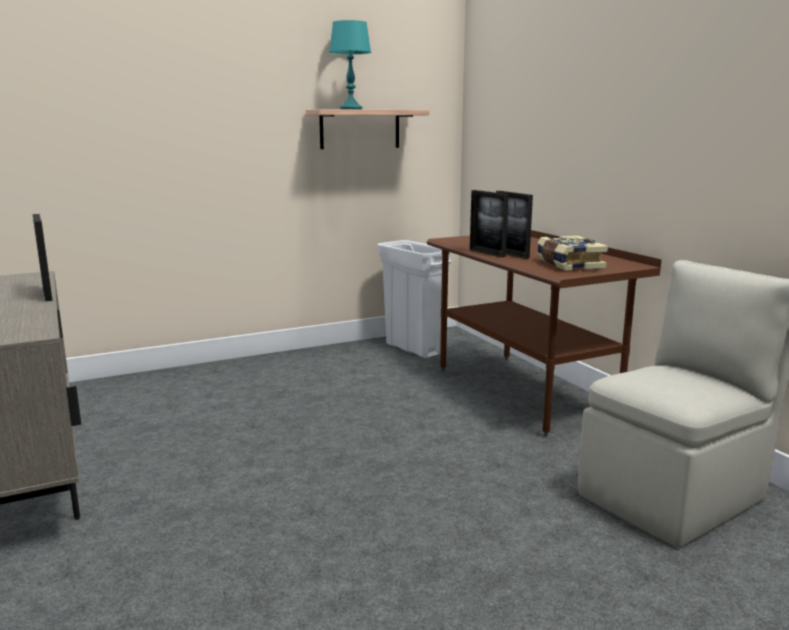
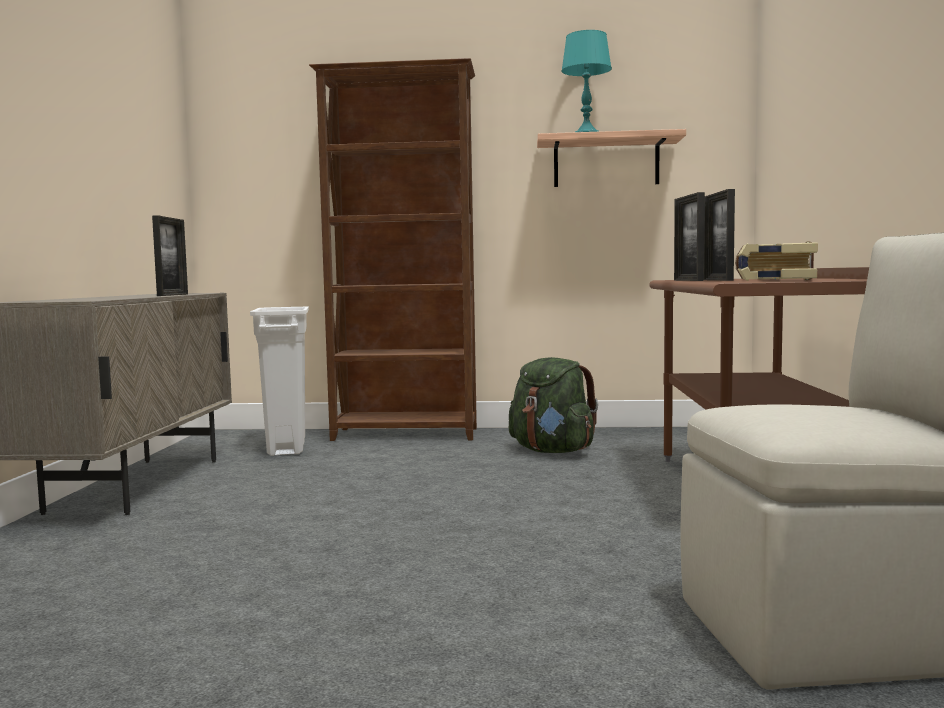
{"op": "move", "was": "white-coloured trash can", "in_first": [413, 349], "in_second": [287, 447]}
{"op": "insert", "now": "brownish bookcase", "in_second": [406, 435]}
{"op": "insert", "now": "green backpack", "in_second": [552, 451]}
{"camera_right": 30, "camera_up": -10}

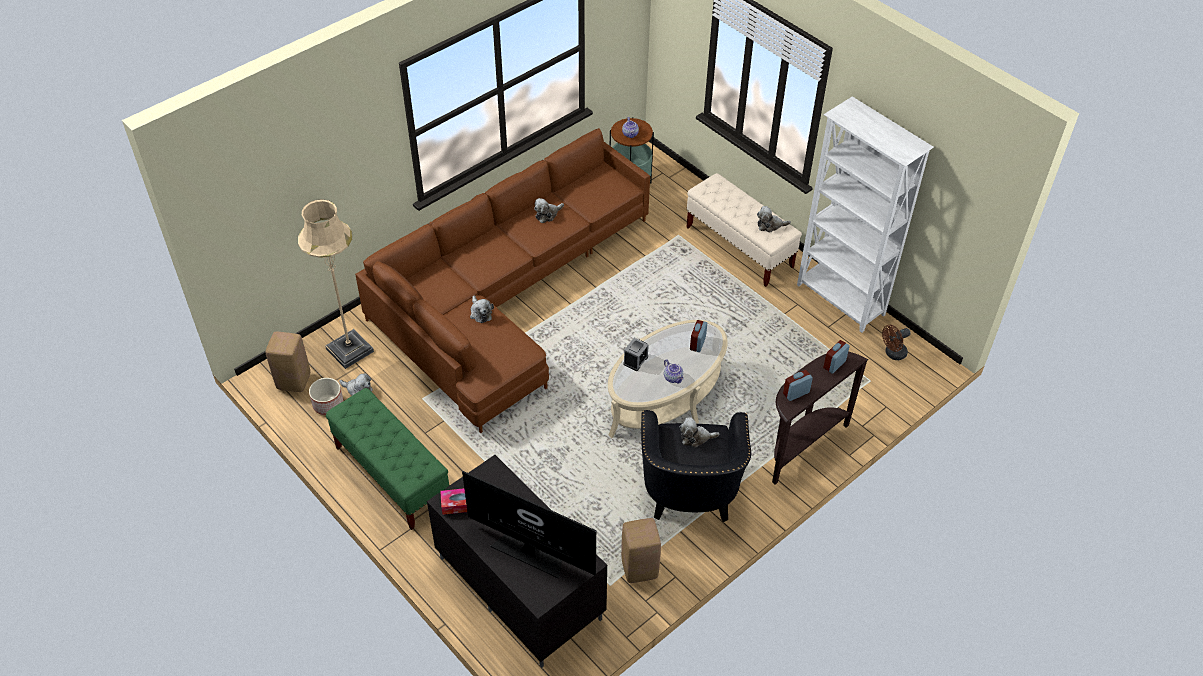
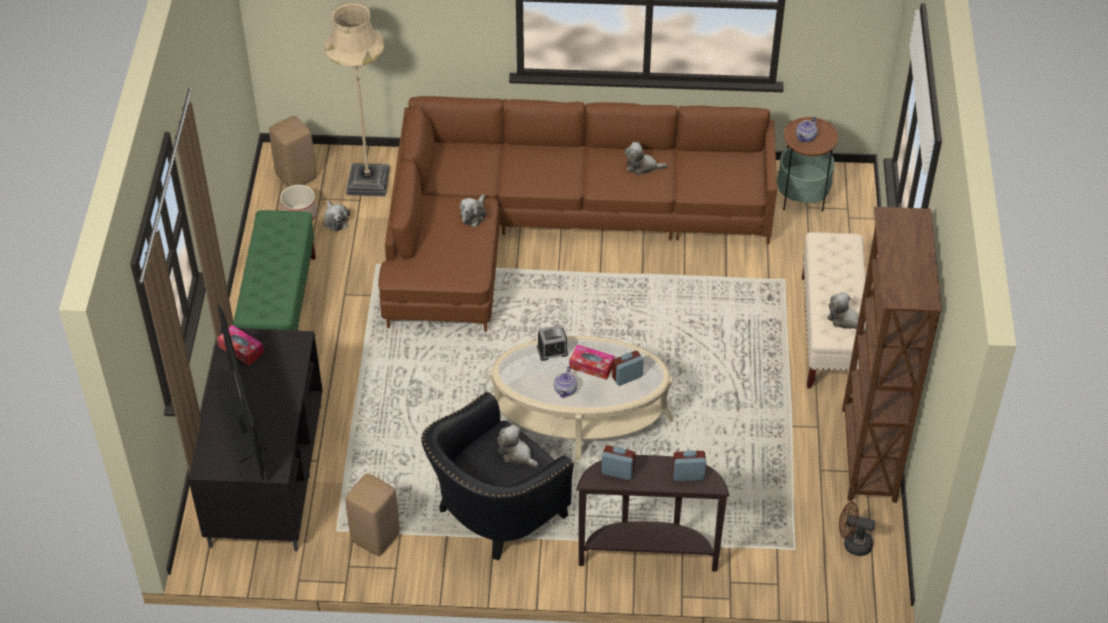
{"op": "recolor", "was": "white-coloured bookcase", "now": "brownish bookcase", "in_first": [840, 301], "in_second": [867, 455]}
{"op": "insert", "now": "tissue holder", "in_second": [591, 366]}
{"camera_right": 45, "camera_up": 0}

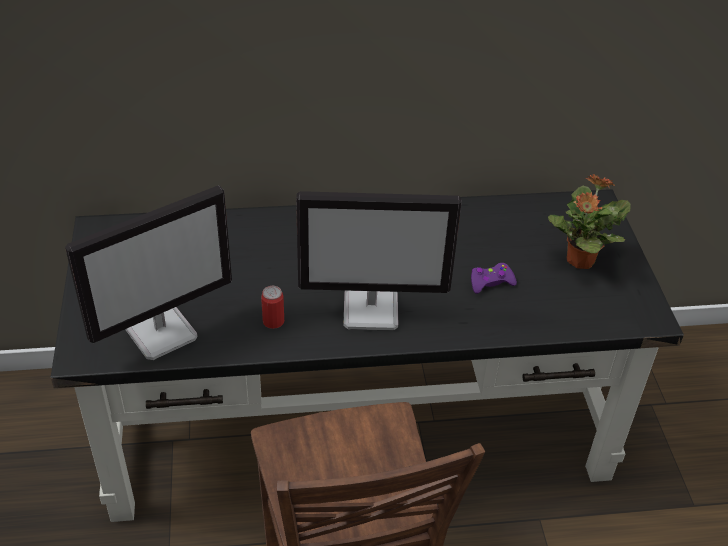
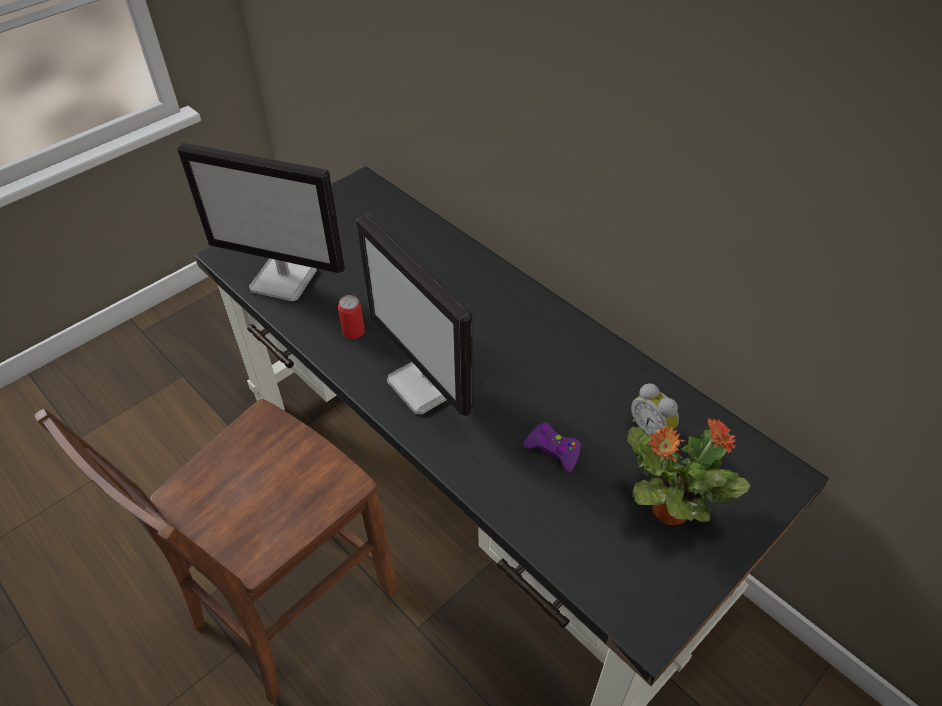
{"op": "insert", "now": "bedside clock", "in_second": [651, 429]}
{"camera_right": 55, "camera_up": 5}

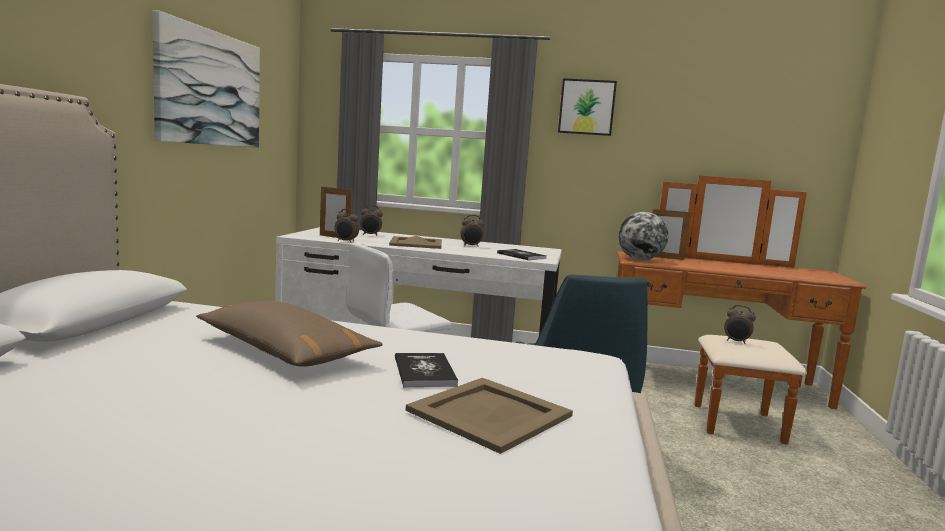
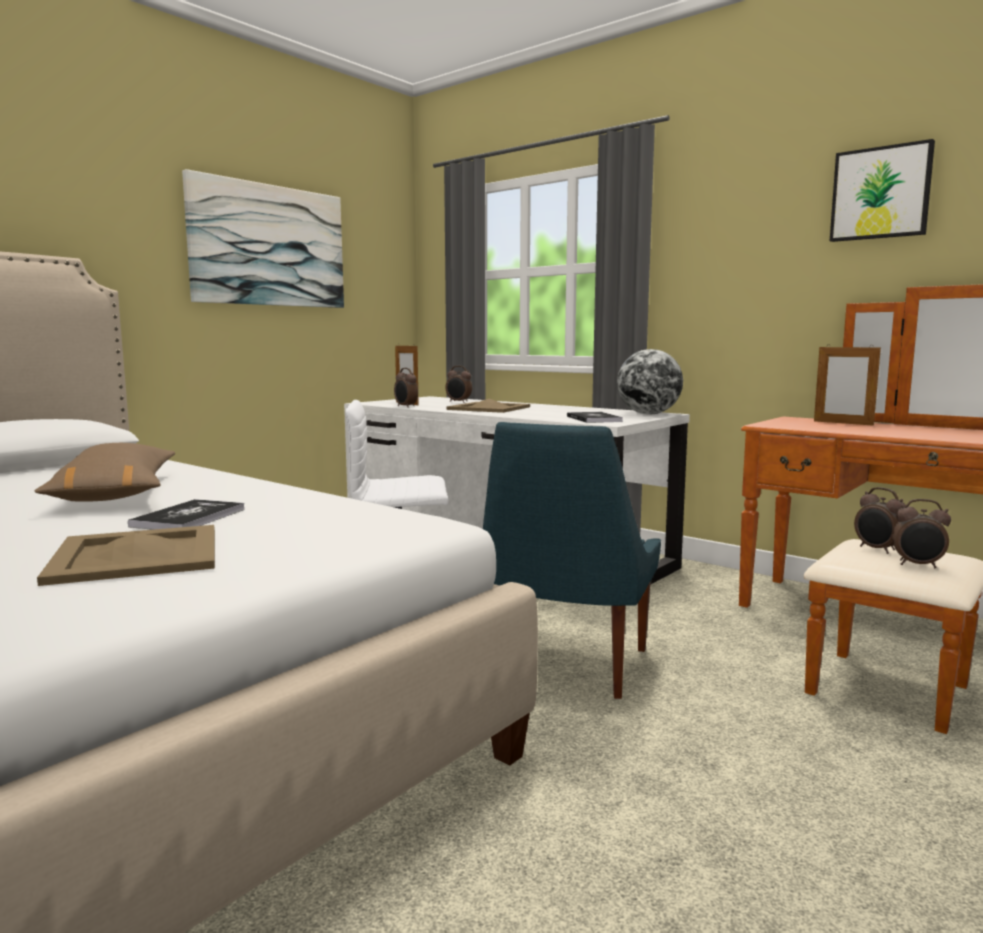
{"op": "move", "was": "bedside clock", "in_first": [471, 246], "in_second": [918, 565]}
{"op": "move", "was": "wall art", "in_first": [586, 107], "in_second": [881, 193]}
{"op": "move", "was": "globe", "in_first": [640, 259], "in_second": [648, 414]}
{"camera_right": 30, "camera_up": 0}

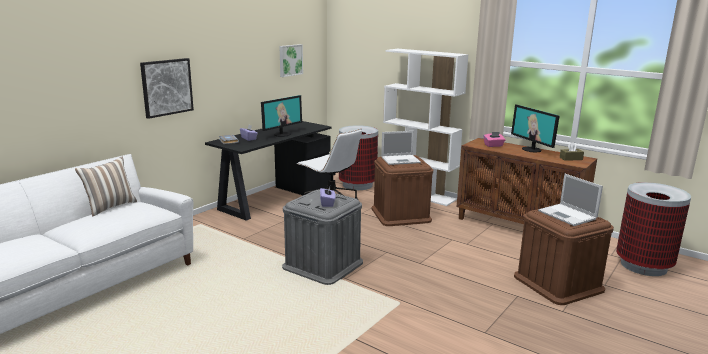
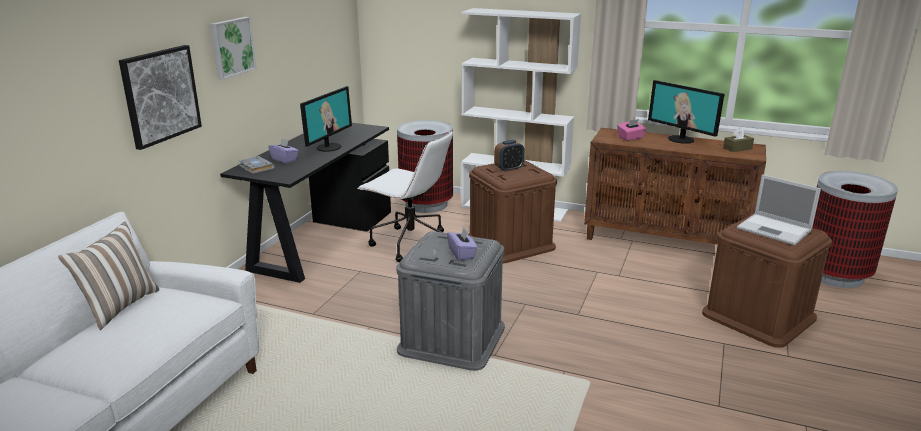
{"op": "move", "was": "wall art", "in_first": [290, 60], "in_second": [231, 47]}
{"op": "replace", "was": "notebook computer", "now": "bedside clock", "in_first": [401, 160], "in_second": [509, 169]}
{"camera_right": -15, "camera_up": 5}

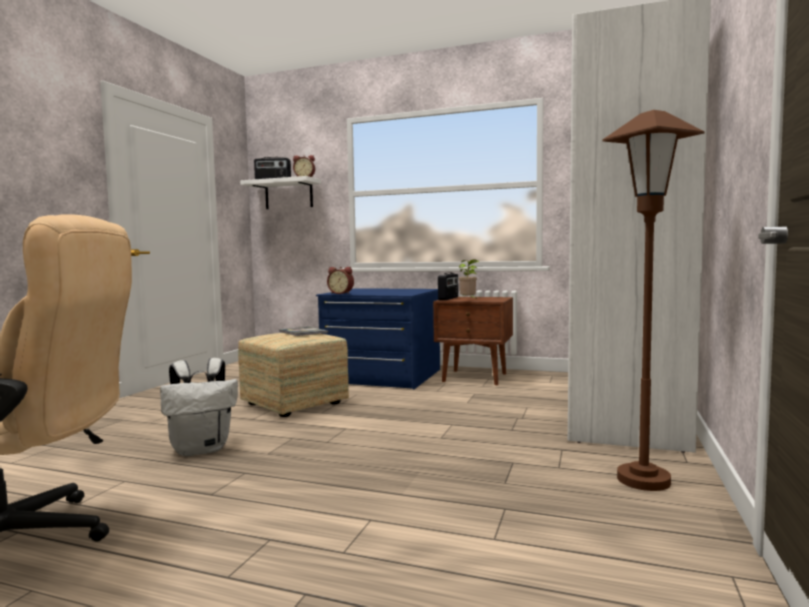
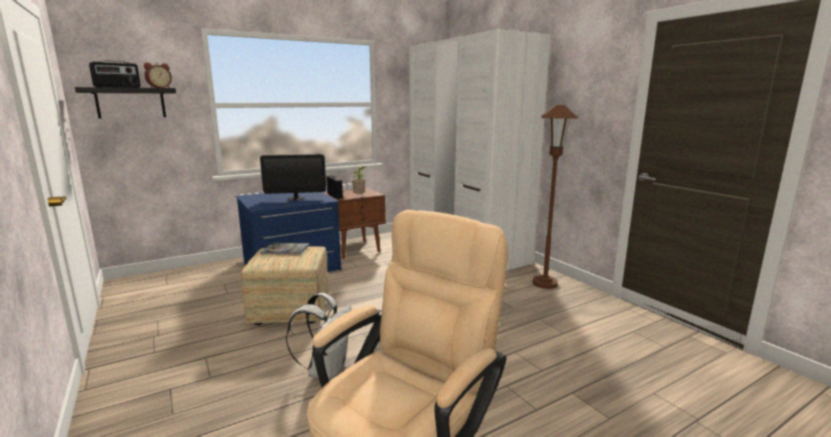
{"op": "recolor", "was": "white-coloured bracket shelf", "now": "blackish bracket shelf", "in_first": [288, 194], "in_second": [131, 103]}
{"op": "delete", "was": "bedside clock", "in_first": [341, 293]}
{"op": "insert", "now": "computer screen", "in_second": [296, 198]}
{"camera_right": -50, "camera_up": 10}

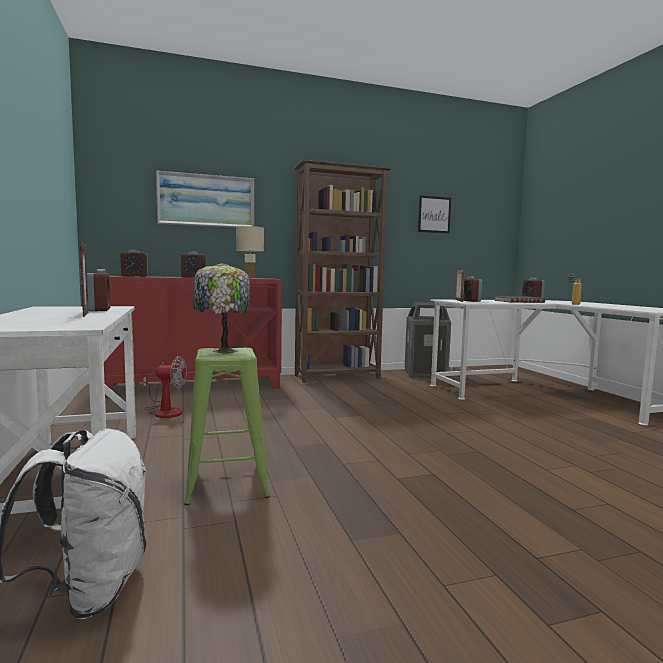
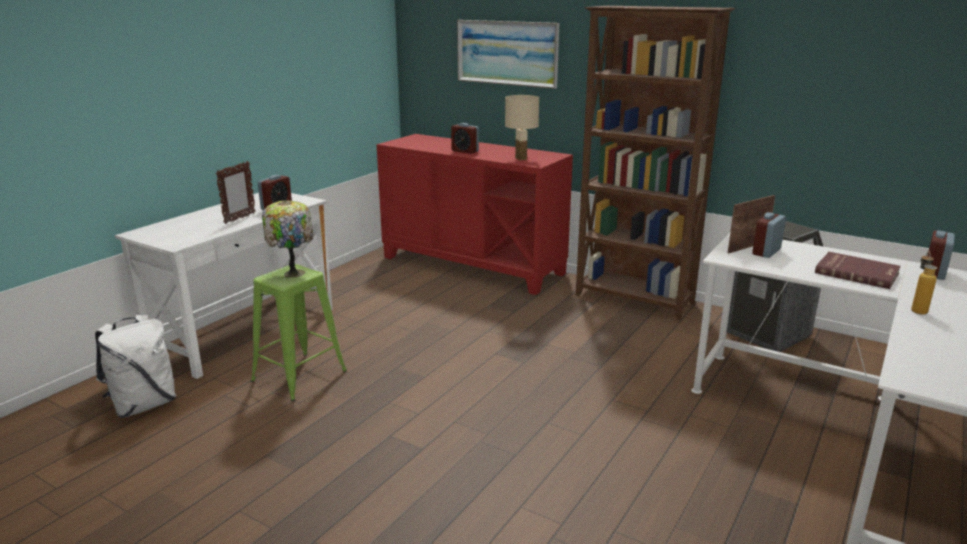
{"op": "delete", "was": "bedside clock", "in_first": [134, 276]}
{"op": "delete", "was": "cooling fan", "in_first": [164, 411]}
{"op": "delete", "was": "wall art", "in_first": [434, 214]}
{"camera_right": 50, "camera_up": 15}

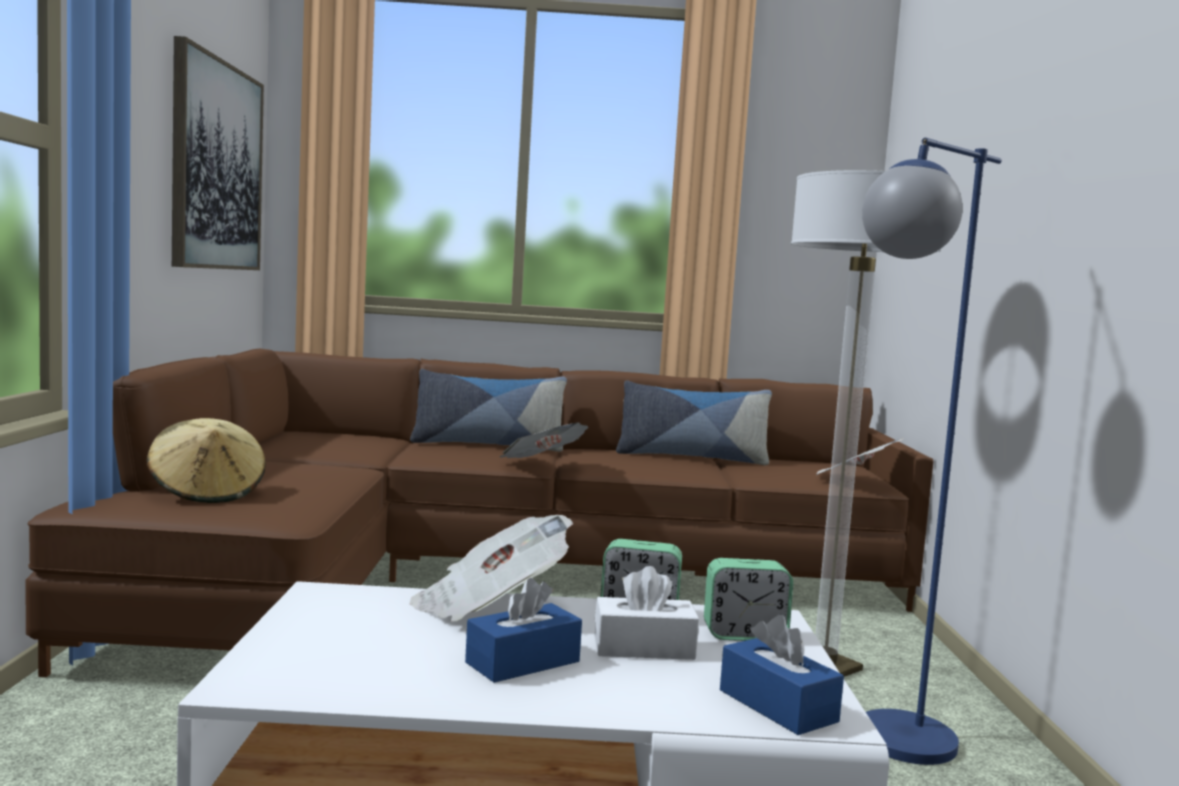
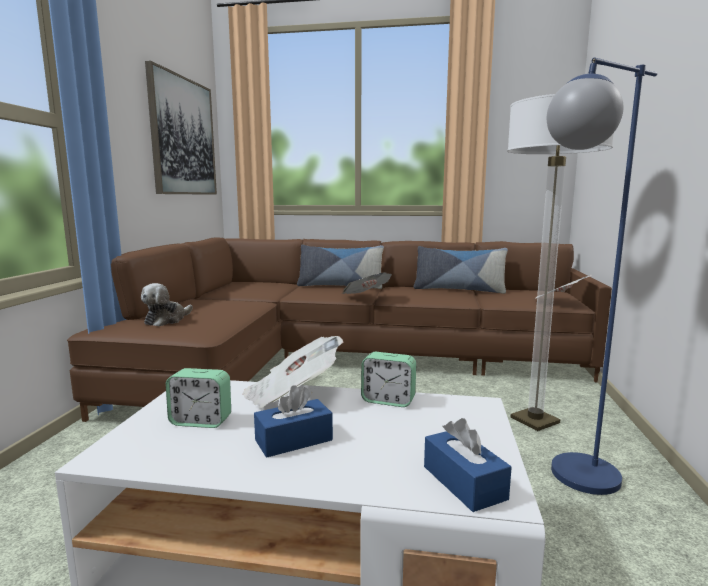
{"op": "replace", "was": "sand-coloured hat", "now": "cuddly toy", "in_first": [207, 493], "in_second": [167, 320]}
{"op": "delete", "was": "white-coloured tissue holder", "in_first": [644, 648]}
{"op": "move", "was": "bedside clock", "in_first": [744, 635], "in_second": [201, 421]}
{"camera_right": 10, "camera_up": 5}

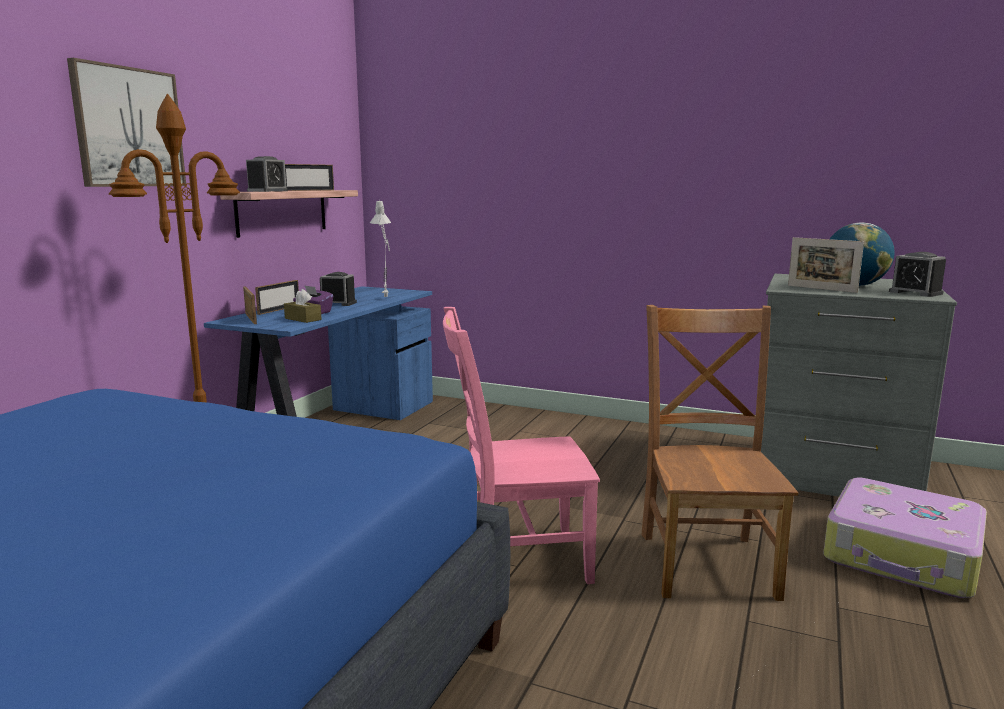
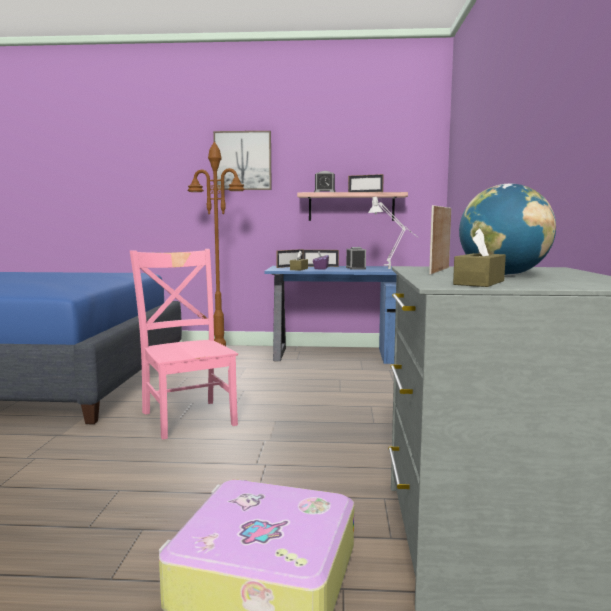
{"op": "delete", "was": "brownish plain chair", "in_first": [706, 561]}
{"op": "replace", "was": "bedside clock", "now": "brownish tissue holder", "in_first": [915, 293], "in_second": [479, 282]}
{"camera_right": 70, "camera_up": -5}

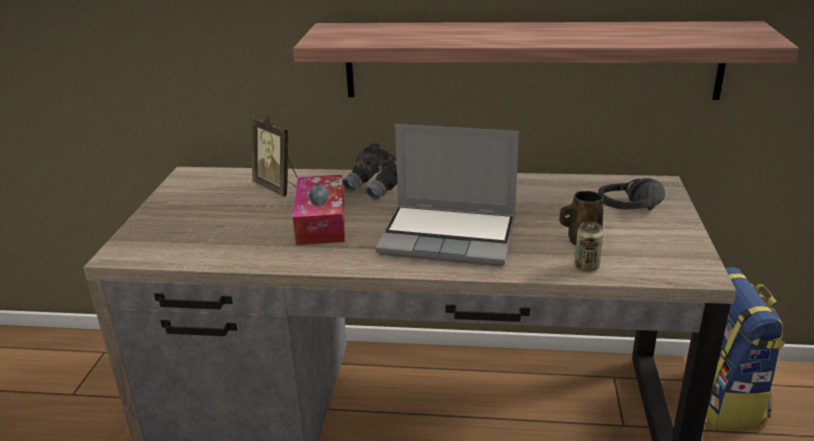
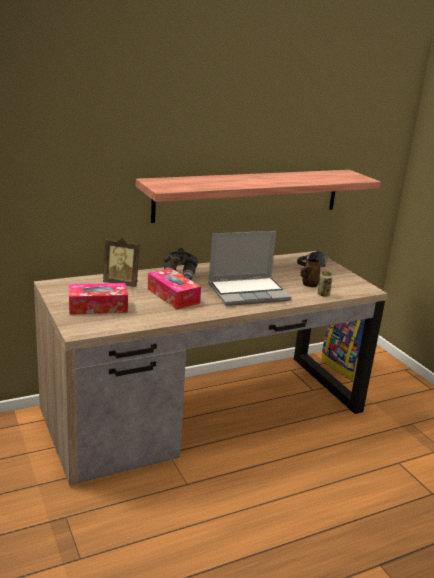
{"op": "insert", "now": "tissue holder", "in_second": [98, 307]}
{"camera_right": -35, "camera_up": -5}

